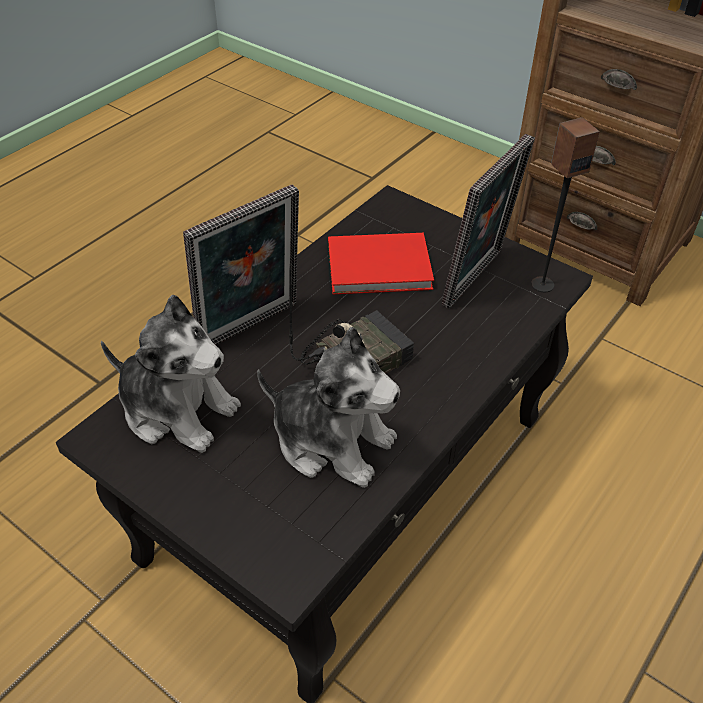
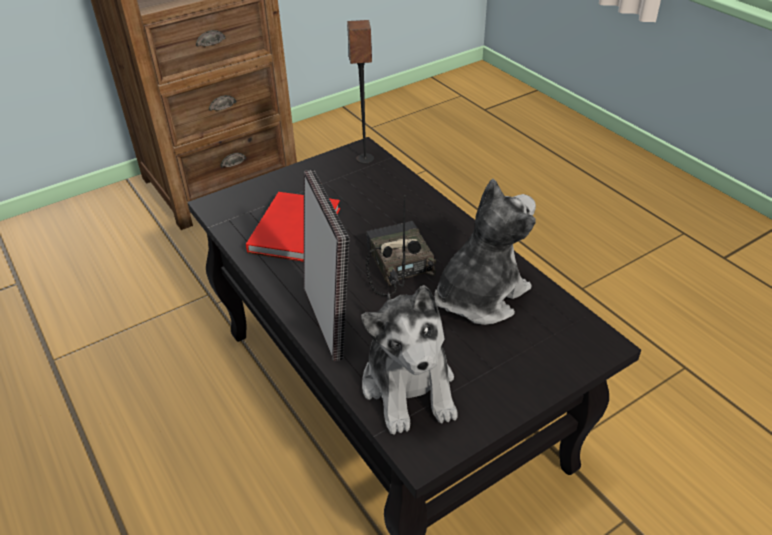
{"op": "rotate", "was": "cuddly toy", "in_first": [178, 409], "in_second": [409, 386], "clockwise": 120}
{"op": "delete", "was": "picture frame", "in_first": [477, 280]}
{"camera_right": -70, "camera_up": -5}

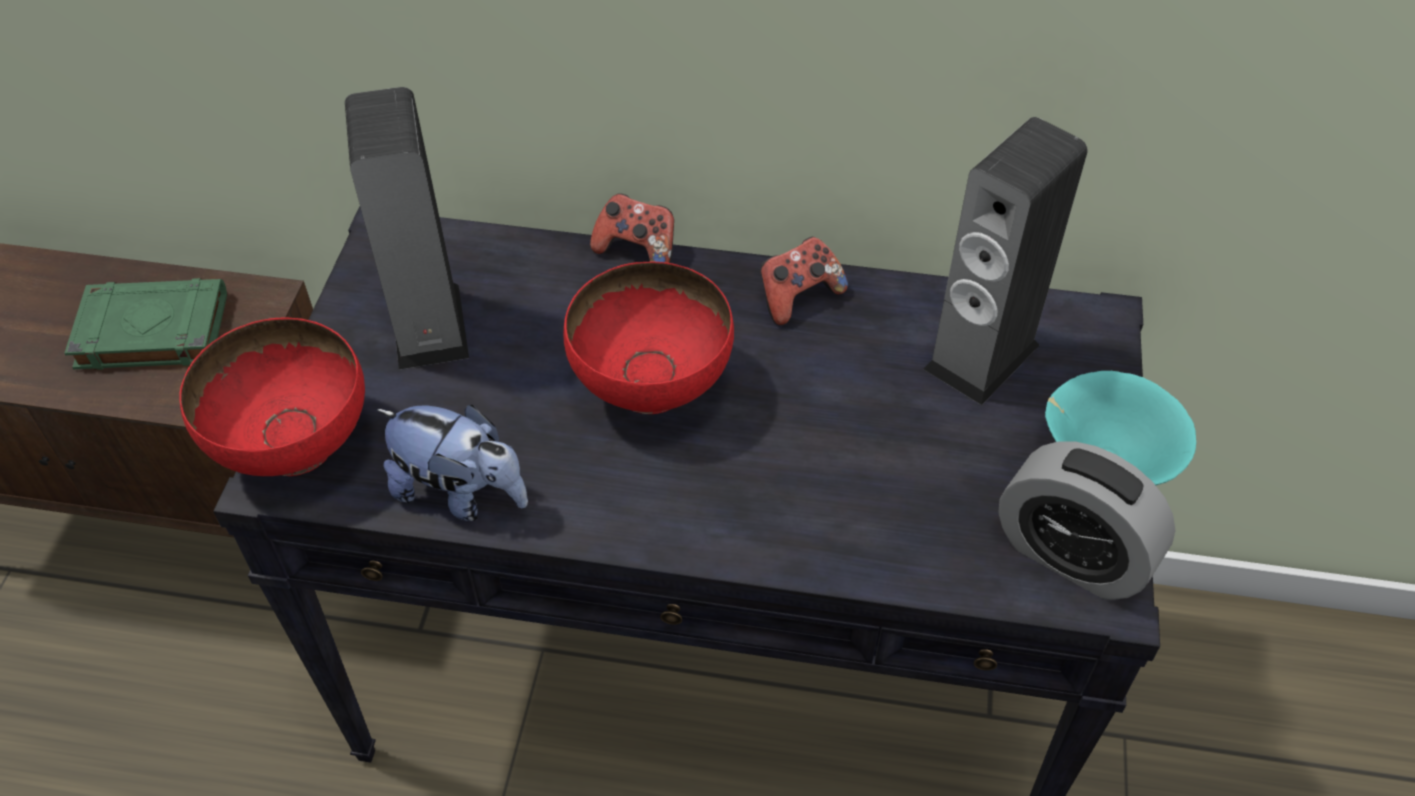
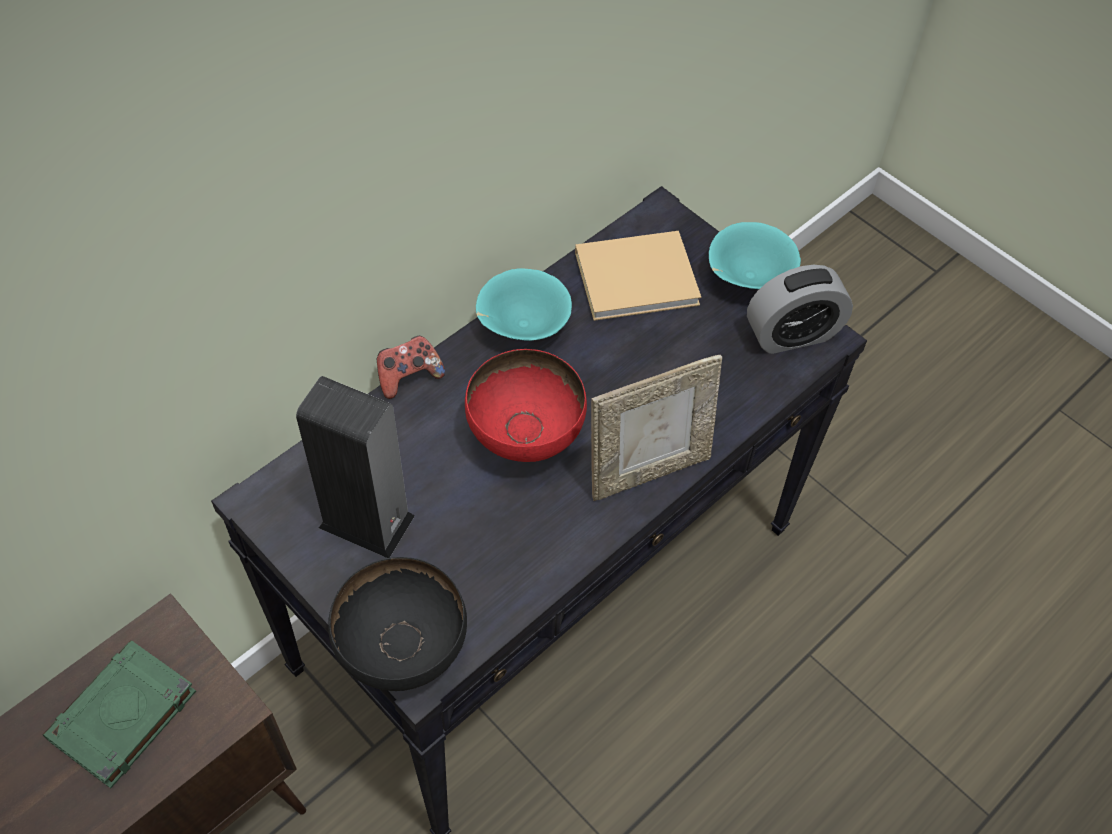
{"op": "recolor", "was": "red-coloured serving bowl", "now": "blackish serving bowl", "in_first": [293, 447], "in_second": [402, 651]}
{"op": "delete", "was": "cuddly toy", "in_first": [461, 493]}
{"op": "replace", "was": "gamepad", "now": "blue-green serving bowl", "in_first": [798, 297], "in_second": [522, 326]}
{"op": "replace", "was": "loudspeaker", "now": "sand-coloured book", "in_first": [981, 357], "in_second": [640, 278]}
{"op": "insert", "now": "picture frame", "in_second": [648, 470]}
{"camera_right": -55, "camera_up": 5}

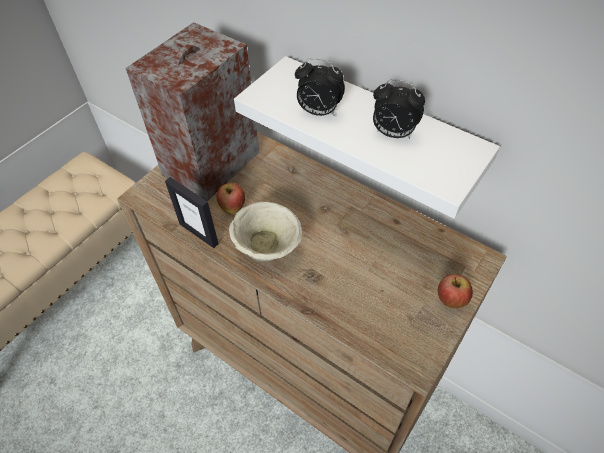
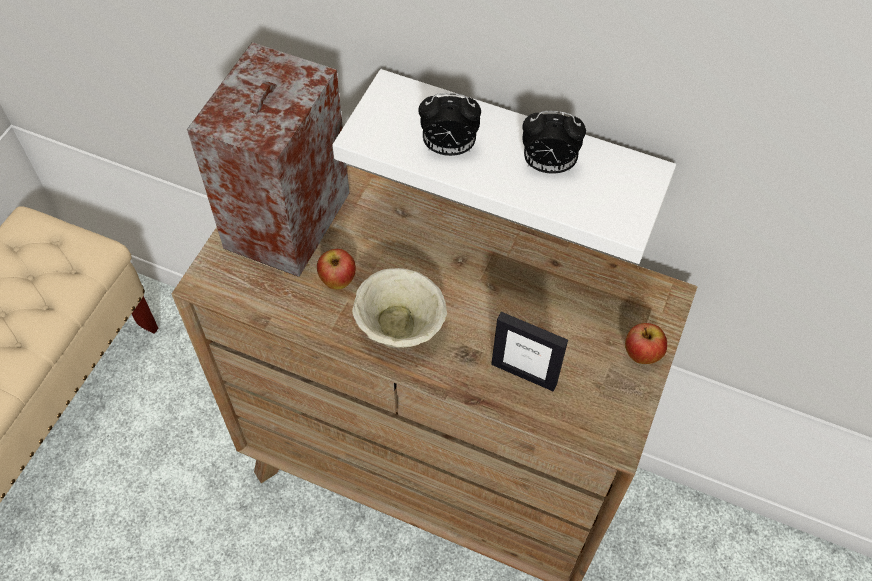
{"op": "move", "was": "picture frame", "in_first": [199, 233], "in_second": [524, 373]}
{"camera_right": -15, "camera_up": 5}

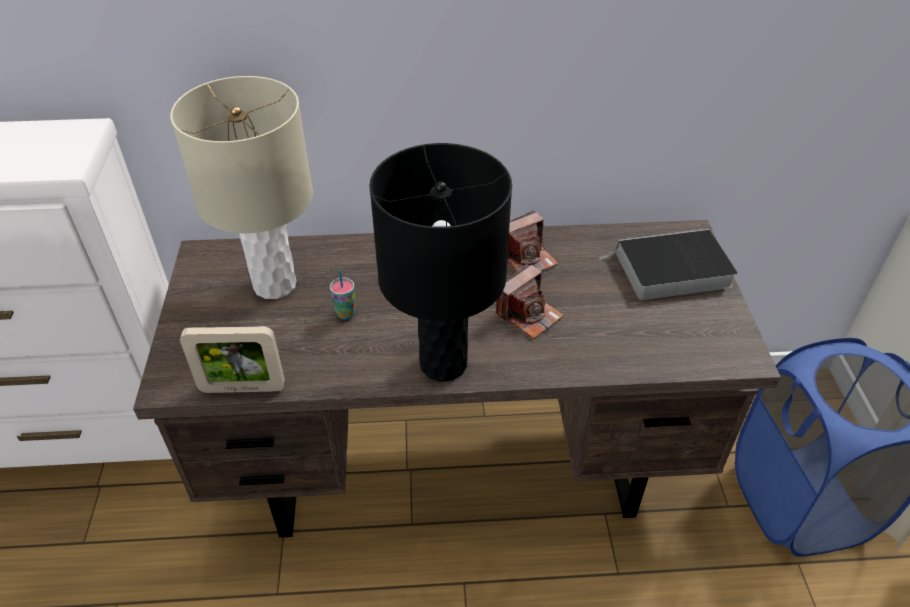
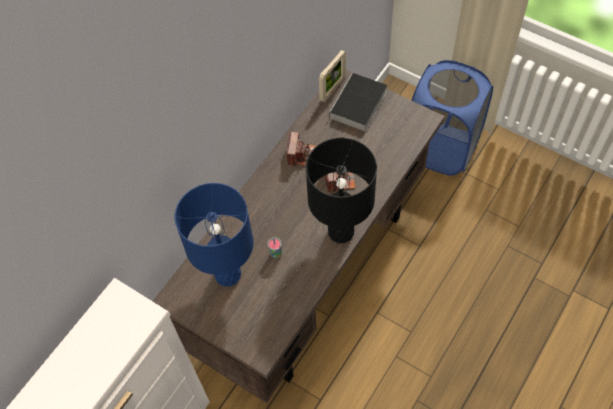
{"op": "recolor", "was": "sand-coloured lamp for a table", "now": "blue lamp for a table", "in_first": [275, 285], "in_second": [228, 274]}
{"op": "move", "was": "picture frame", "in_first": [242, 388], "in_second": [332, 89]}
{"camera_right": -50, "camera_up": 15}

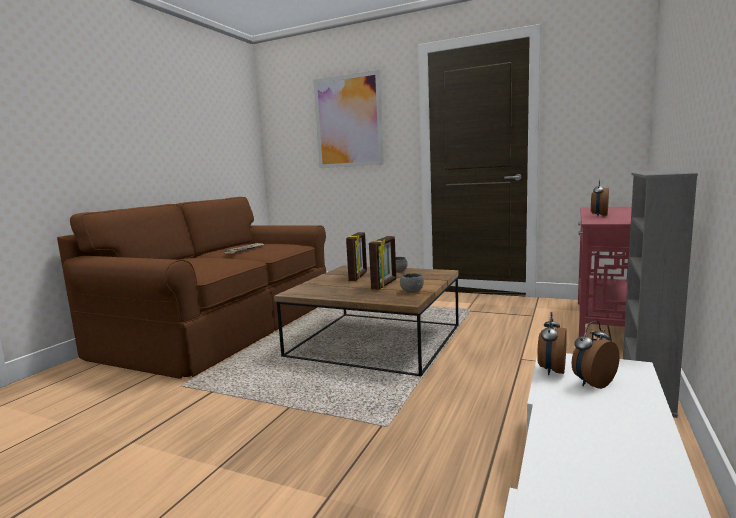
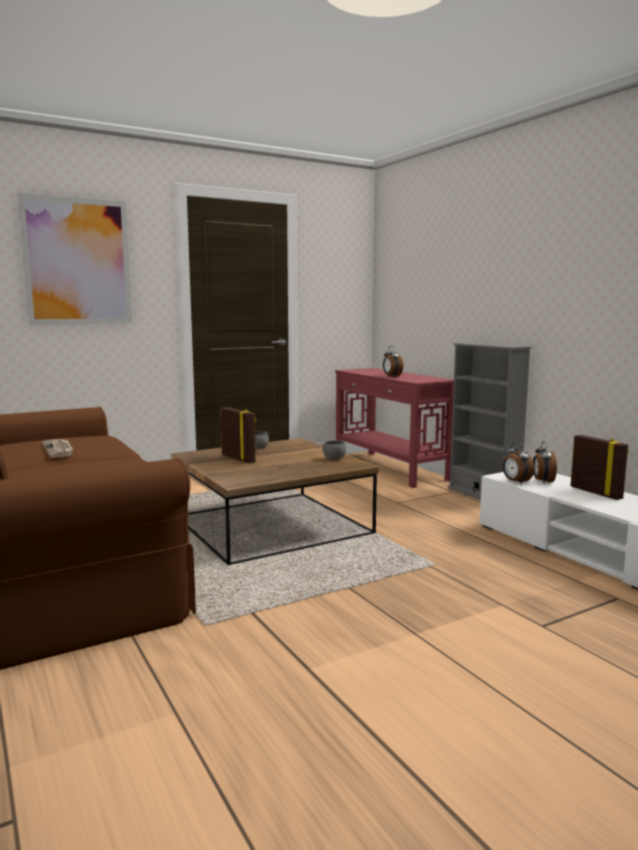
{"op": "move", "was": "picture frame", "in_first": [385, 285], "in_second": [596, 493]}
{"camera_right": -55, "camera_up": 0}

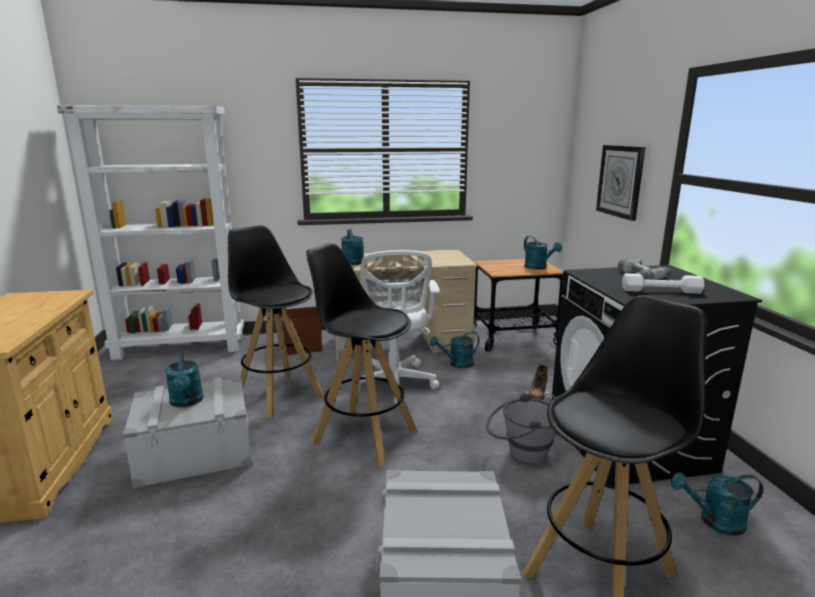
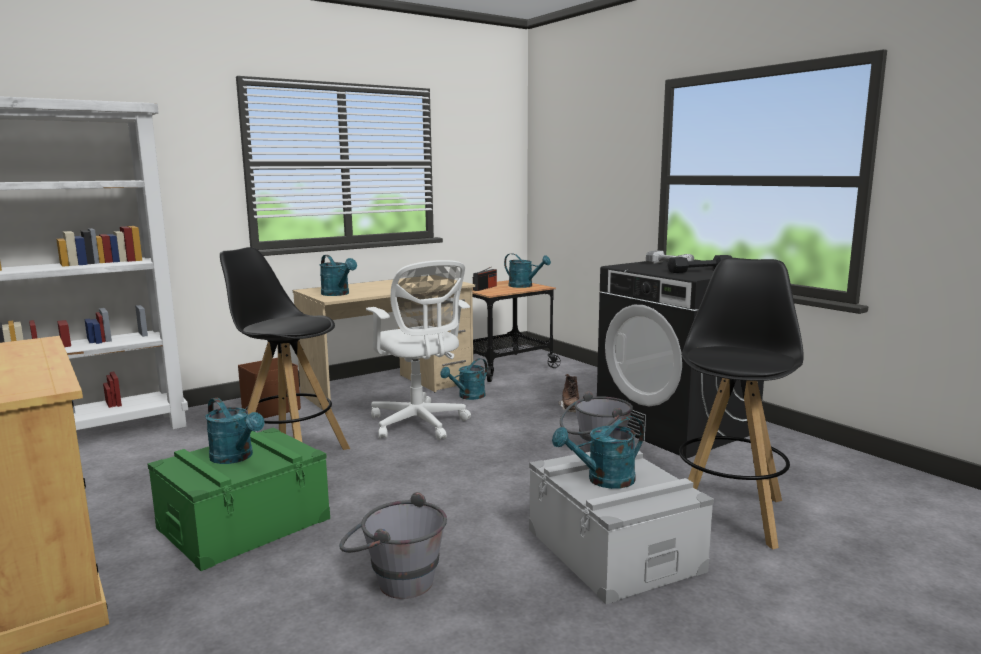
{"op": "recolor", "was": "greyish storage bin", "now": "green storage bin", "in_first": [195, 451], "in_second": [244, 523]}
{"op": "delete", "was": "blackish sitting stool", "in_first": [364, 436]}
{"op": "delete", "was": "hanging clock", "in_first": [620, 181]}
{"op": "recolor", "was": "white-coloured dumbbell", "now": "blackish dumbbell", "in_first": [661, 291], "in_second": [700, 270]}
{"op": "move", "was": "blue-green watering pot", "in_first": [714, 521], "in_second": [603, 480]}
{"op": "insert", "now": "greyish bucket", "in_second": [394, 581]}
{"op": "insert", "now": "radio", "in_second": [485, 288]}
{"camera_right": -25, "camera_up": -5}

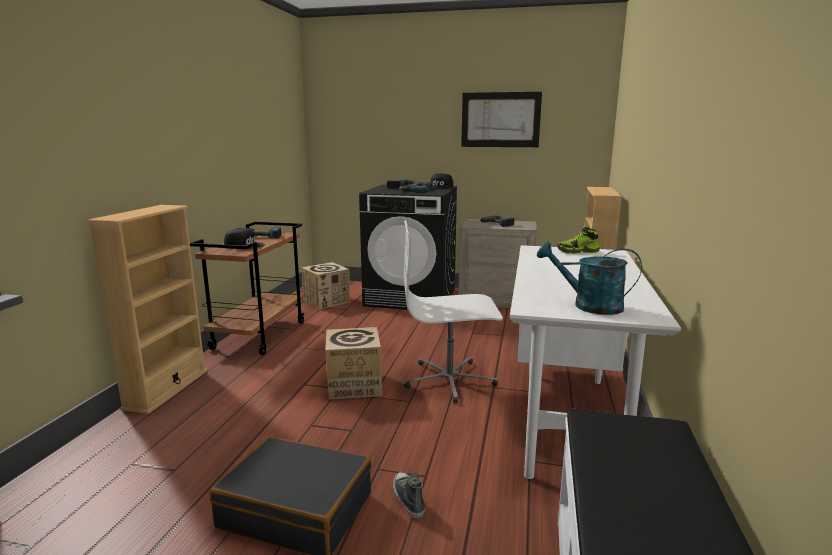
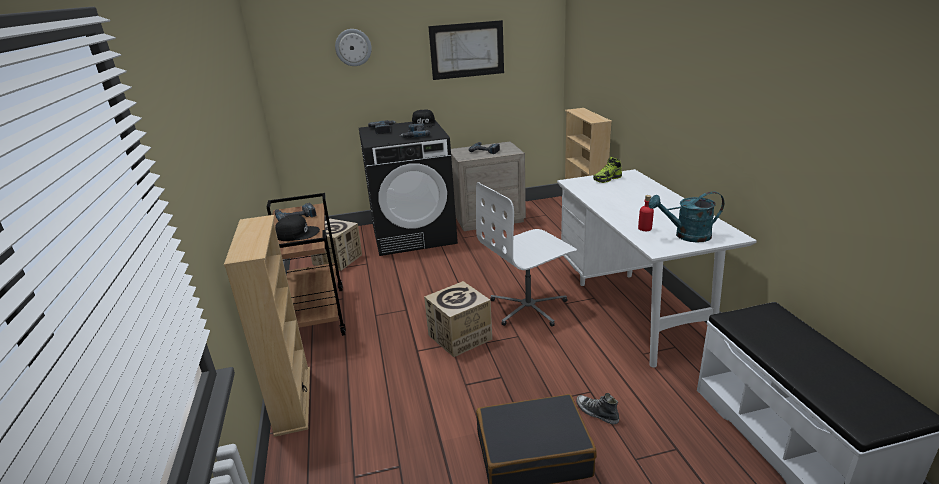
{"op": "insert", "now": "hanging clock", "in_second": [353, 47]}
{"op": "insert", "now": "red-coloured bottle", "in_second": [645, 228]}
{"camera_right": -25, "camera_up": 10}

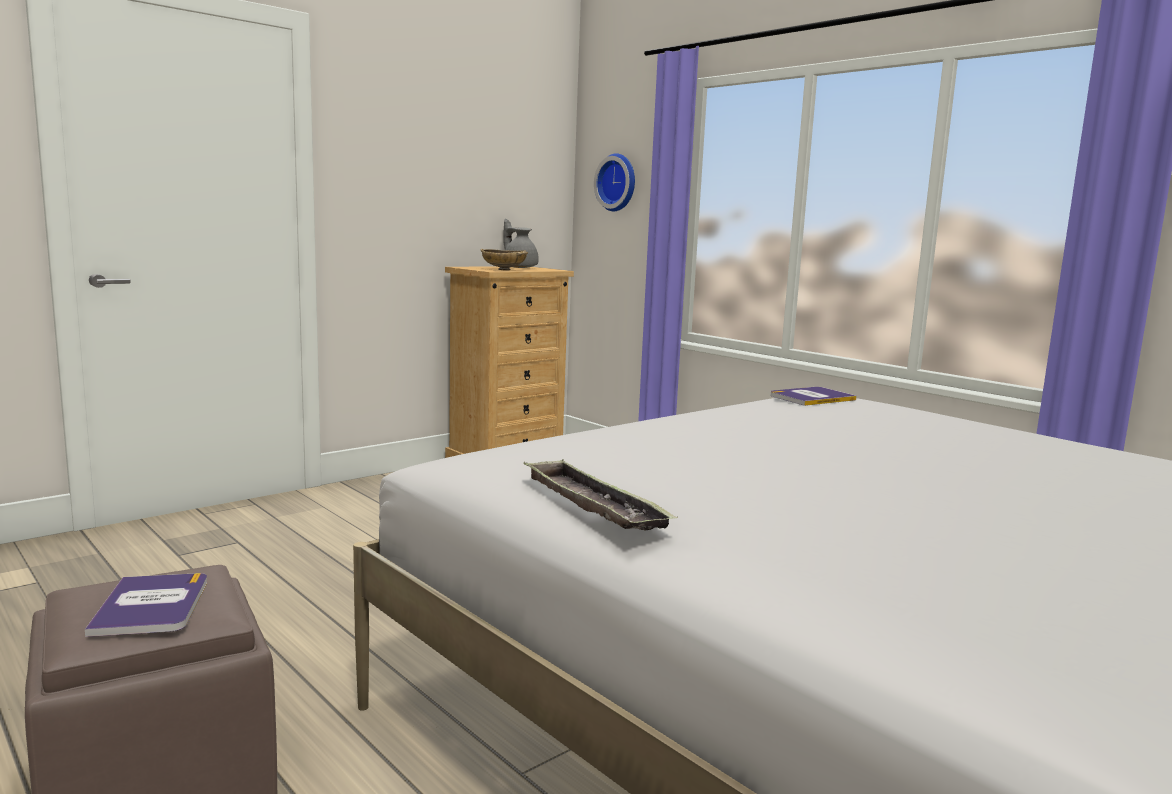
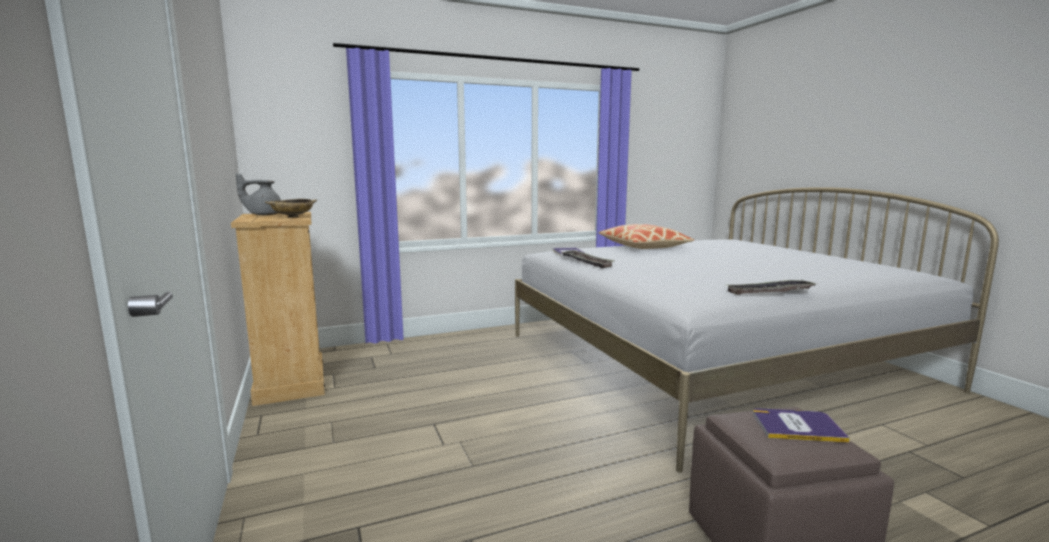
{"op": "delete", "was": "hanging clock", "in_first": [618, 182]}
{"op": "insert", "now": "serving tray", "in_second": [586, 262]}
{"op": "insert", "now": "throw pillow", "in_second": [643, 246]}
{"camera_right": -70, "camera_up": 0}

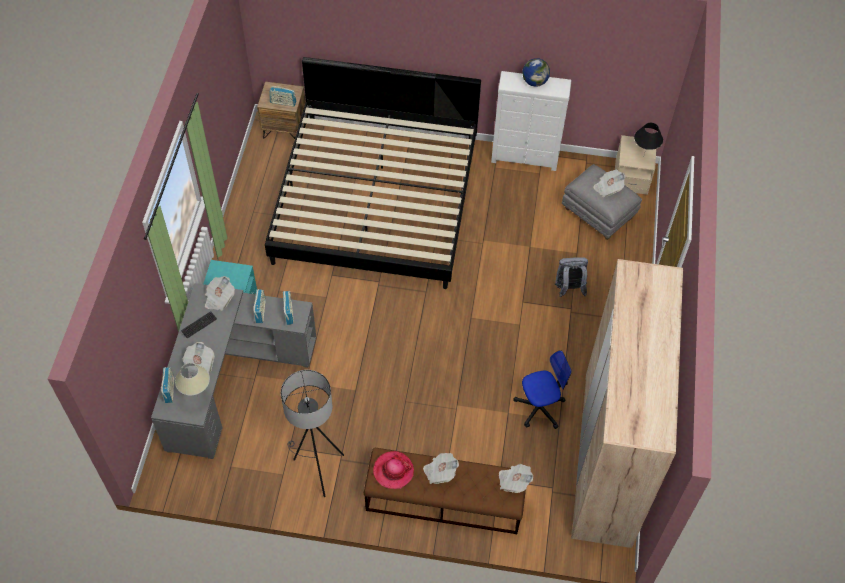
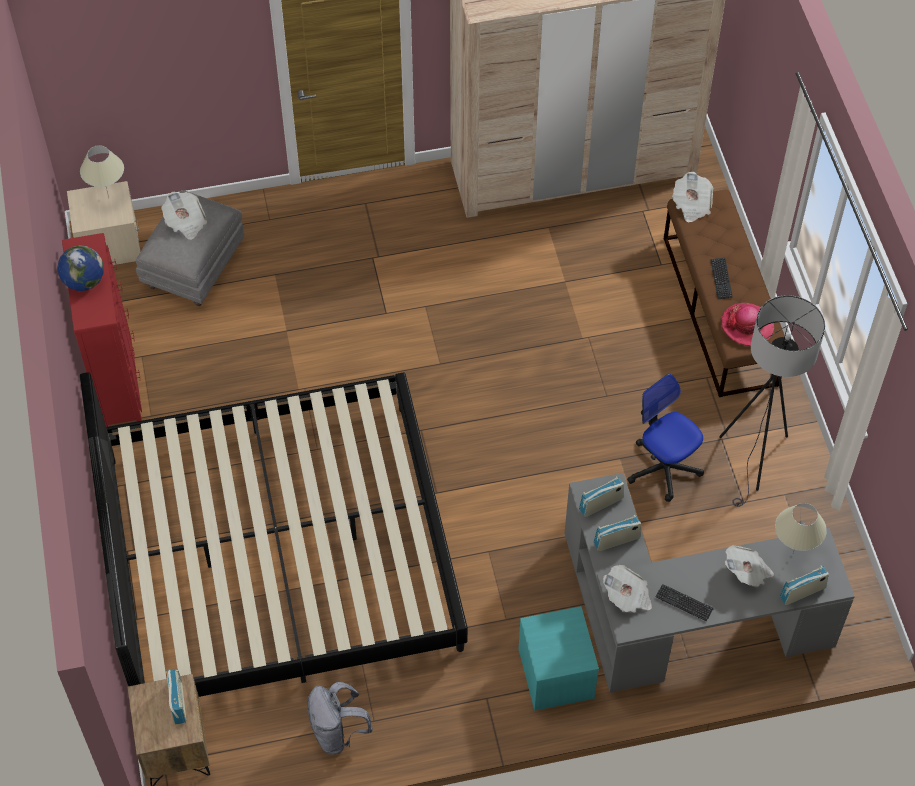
{"op": "replace", "was": "daily paper", "now": "keyboard", "in_first": [440, 472], "in_second": [721, 279]}
{"op": "recolor", "was": "white-coloured drawer chest", "now": "red-coloured drawer chest", "in_first": [525, 158], "in_second": [117, 382]}
{"op": "move", "was": "office chair", "in_first": [539, 407], "in_second": [664, 467]}
{"op": "move", "was": "greyish backpack", "in_first": [568, 289], "in_second": [338, 732]}
{"op": "recolor", "was": "blackish lamp for a table", "now": "sand-coloured lamp for a table", "in_first": [643, 157], "in_second": [108, 198]}
{"camera_right": -110, "camera_up": 0}

